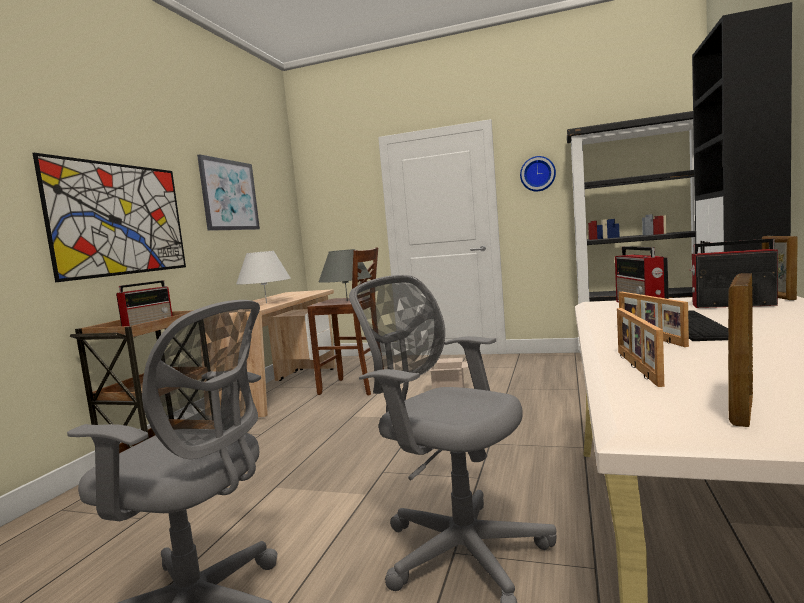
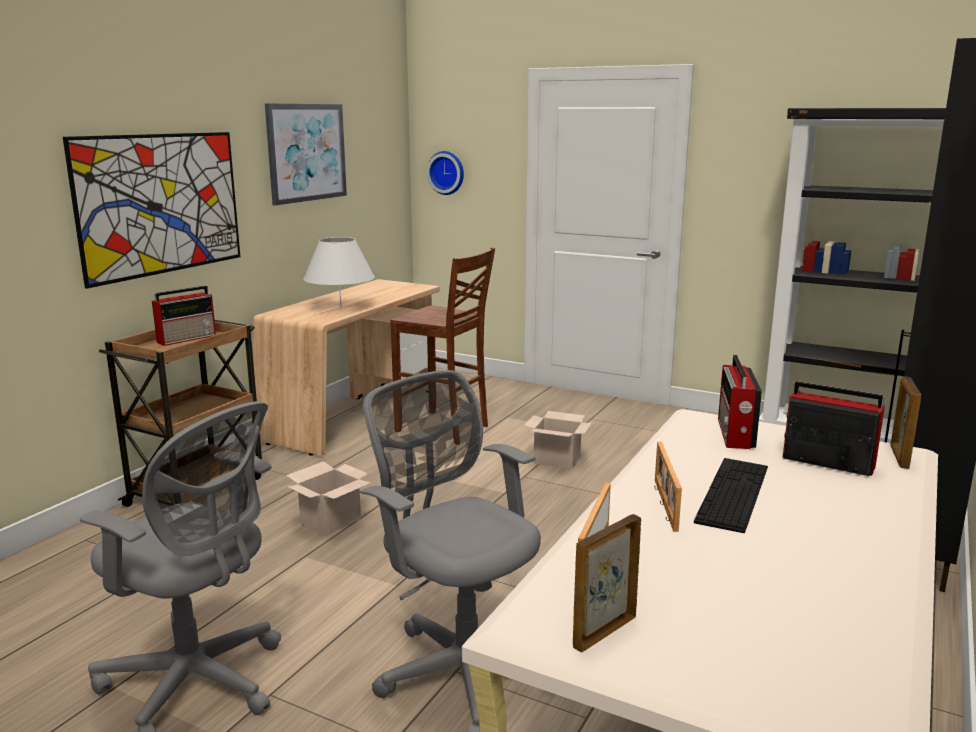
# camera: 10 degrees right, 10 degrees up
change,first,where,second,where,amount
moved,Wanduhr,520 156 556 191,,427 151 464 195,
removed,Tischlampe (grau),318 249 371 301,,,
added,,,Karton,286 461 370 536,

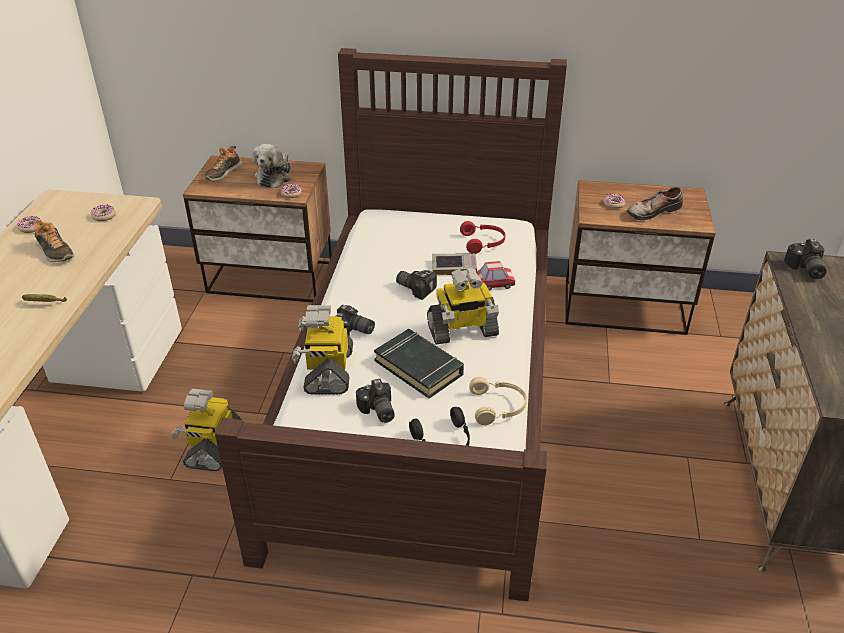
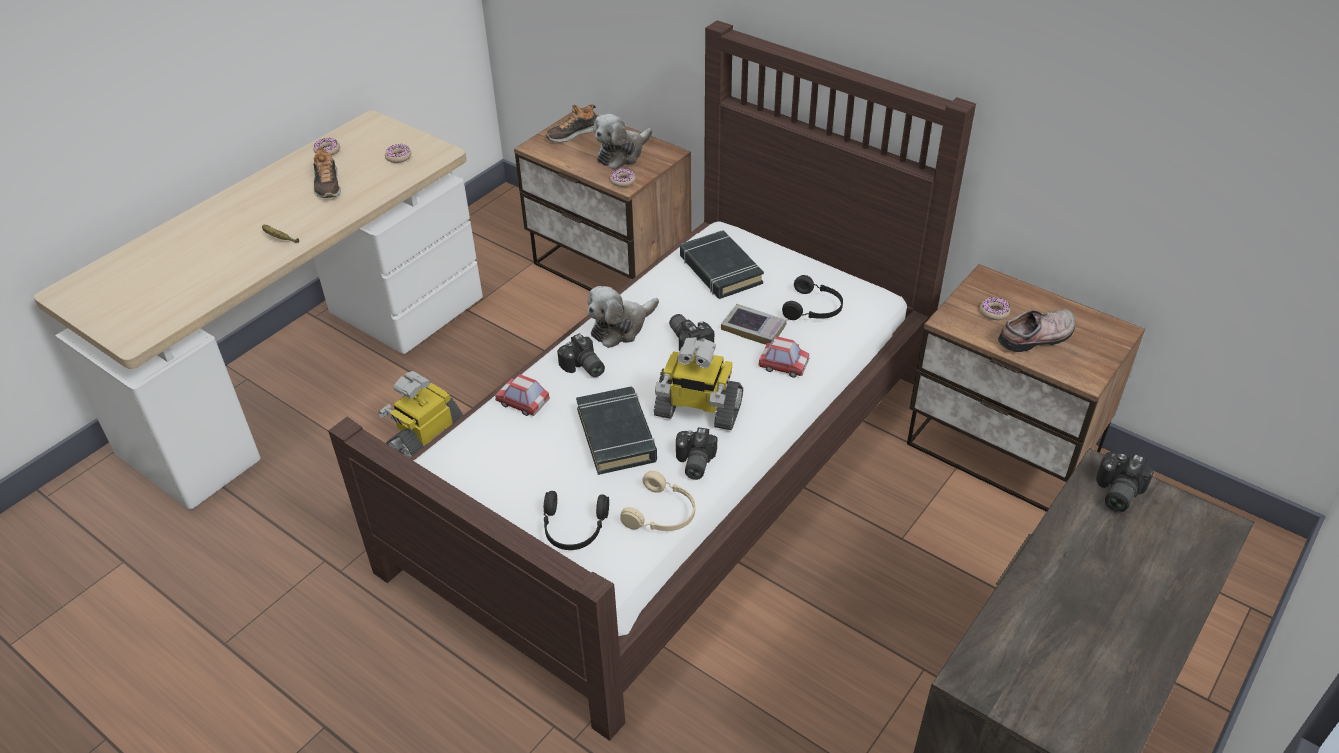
# camera: 30 degrees right, 5 degrees up
change,first,where,second,where,amount
turned,Schuh,627 187 683 220,,998 309 1075 352,150 degrees clockwise
recoloured,Kopfhörer (rot),460 221 505 254,Kopfhörer (schwarz),782 275 843 320,
replaced,Spielzeugroboter,292 305 353 395,Spielzeugauto,495 374 550 416,
moved,Kamera,356 379 395 423,,676 428 717 480,
added,,,Buch (schwarz),680 230 764 299,
added,,,Plüschtier,587 286 659 348,

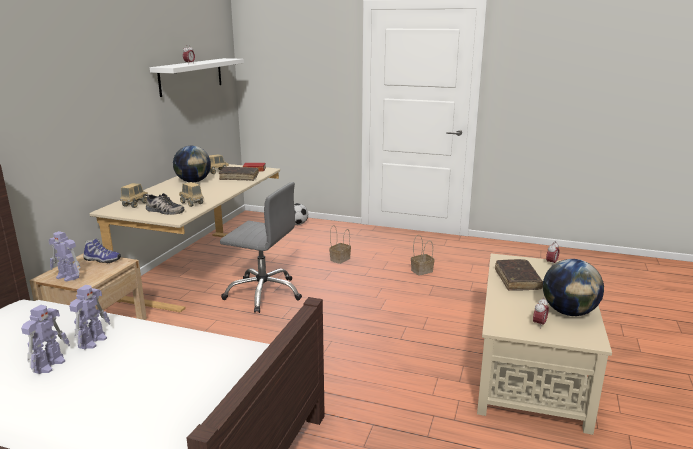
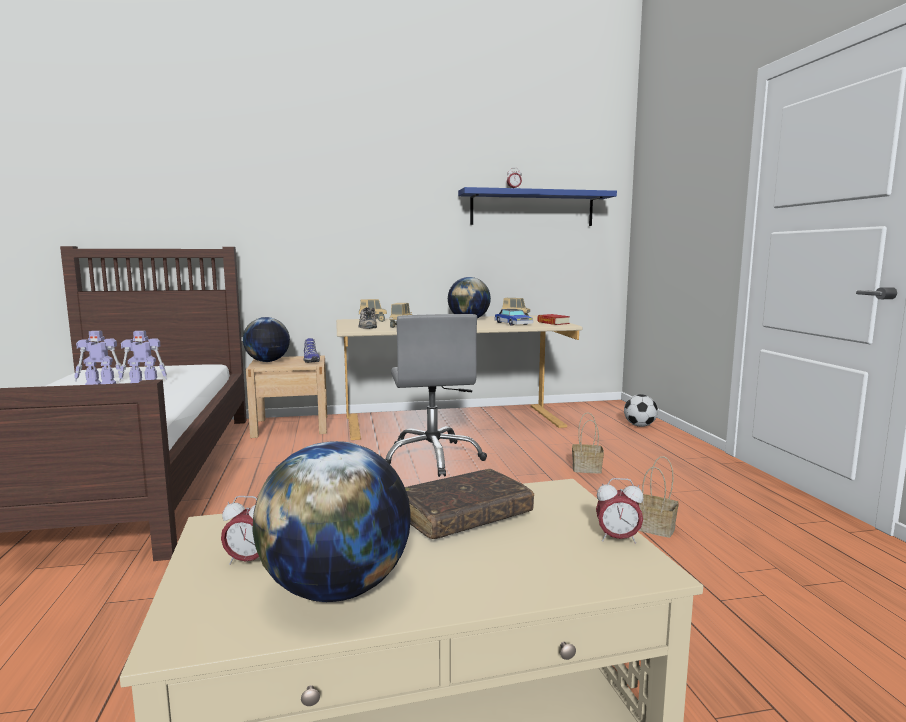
# camera: 60 degrees right, 10 degrees down
change,first,where,second,where,amount
recoloured,Wandregal (weiß),150 58 244 97,Wandregal (blau),458 187 617 226,
replaced,Buch (braun),219 166 259 181,Spielzeugauto,494 309 533 326,
replaced,Spielzeugroboter,48 231 81 282,Globus,243 317 290 362,

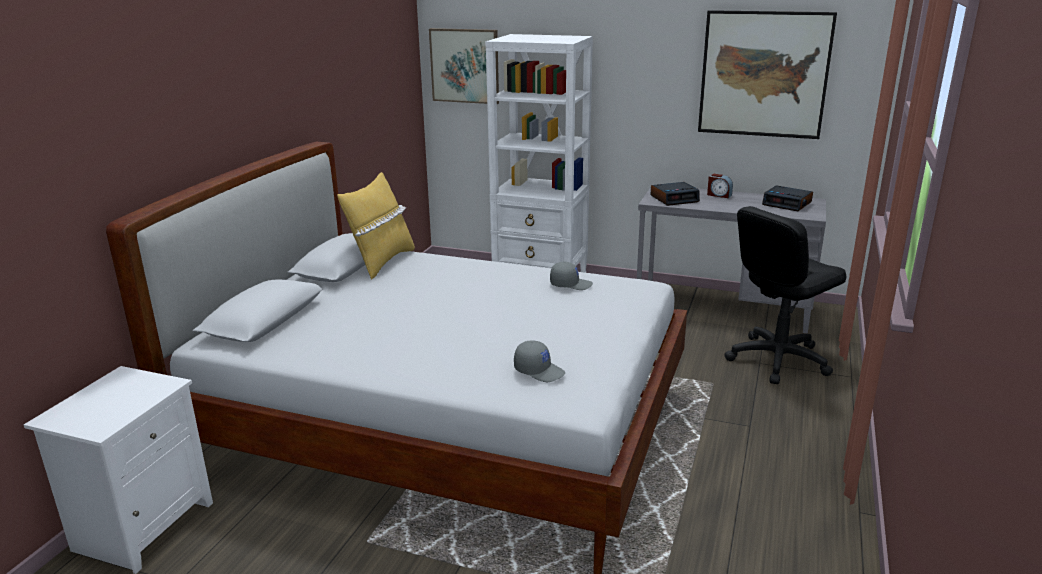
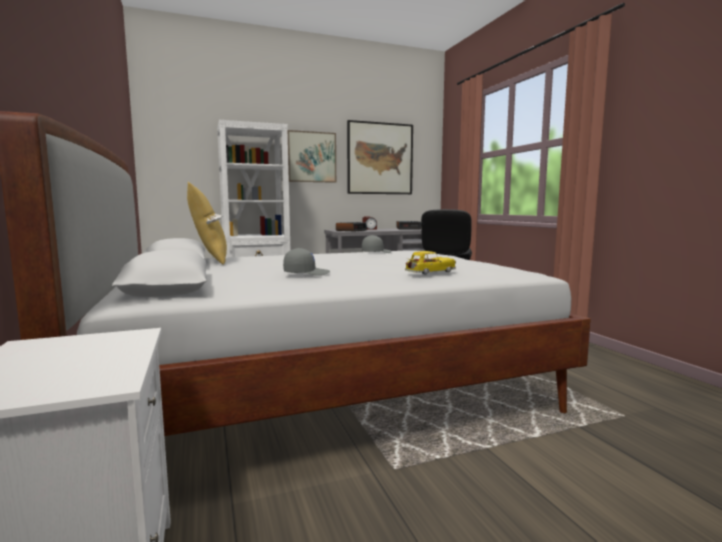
# camera: 40 degrees left, 15 degrees down
change,first,where,second,where,amount
moved,Bild,429 28 499 104,,288 130 336 183,
moved,Kappe (grau),514 340 565 382,,283 248 330 276,
added,,,Spielzeugauto,405 251 456 275,

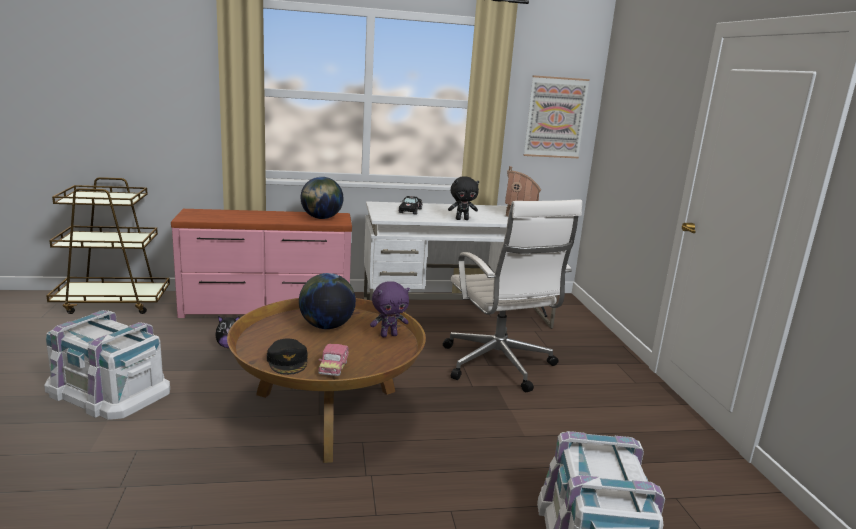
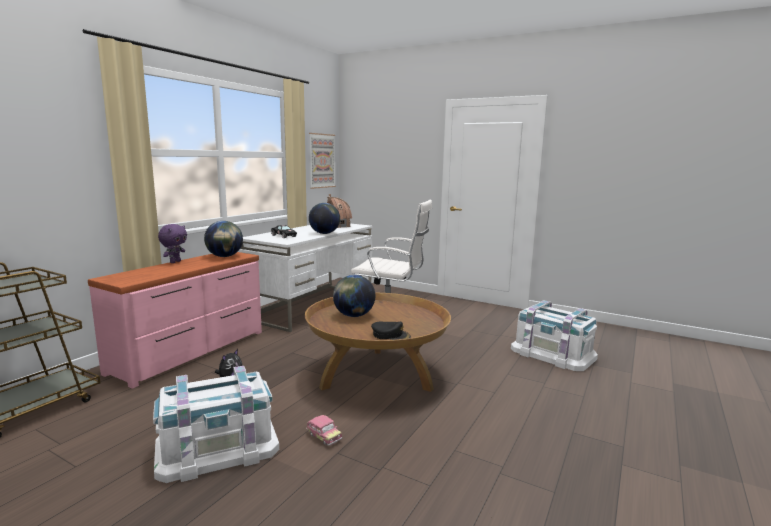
# camera: 50 degrees left, 5 degrees down
change,first,where,second,where,amount
replaced,Plüschtier (schwarz),448 176 479 220,Globus,309 203 340 234,
moved,Plüschtier (lila),370 281 410 337,,158 224 187 263,
moved,Spielzeugauto,318 344 349 376,,306 415 342 446,

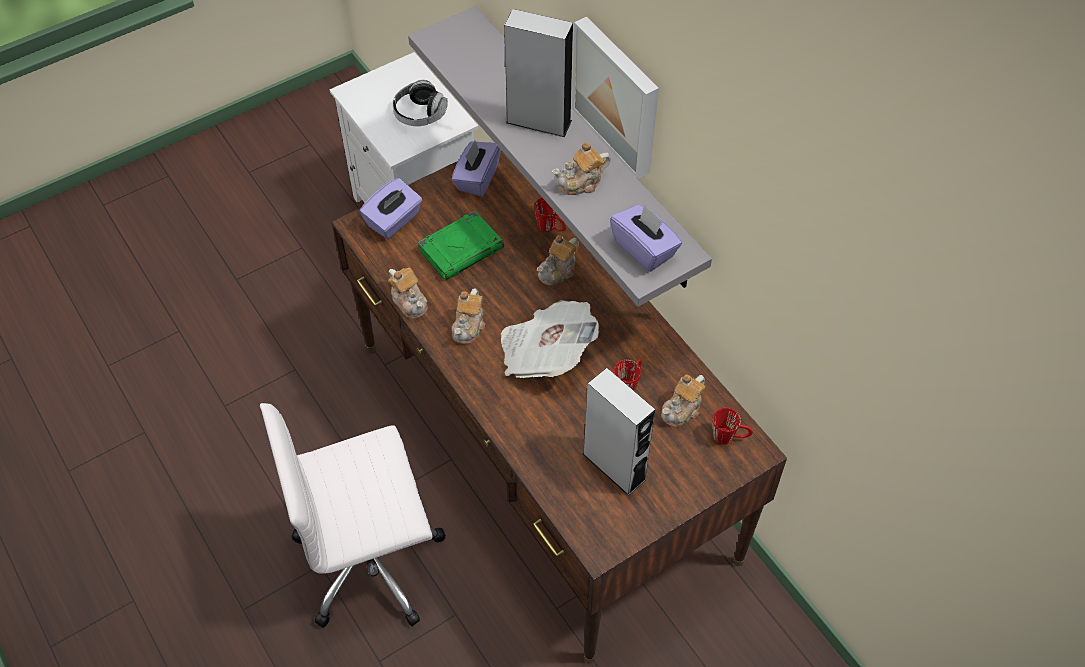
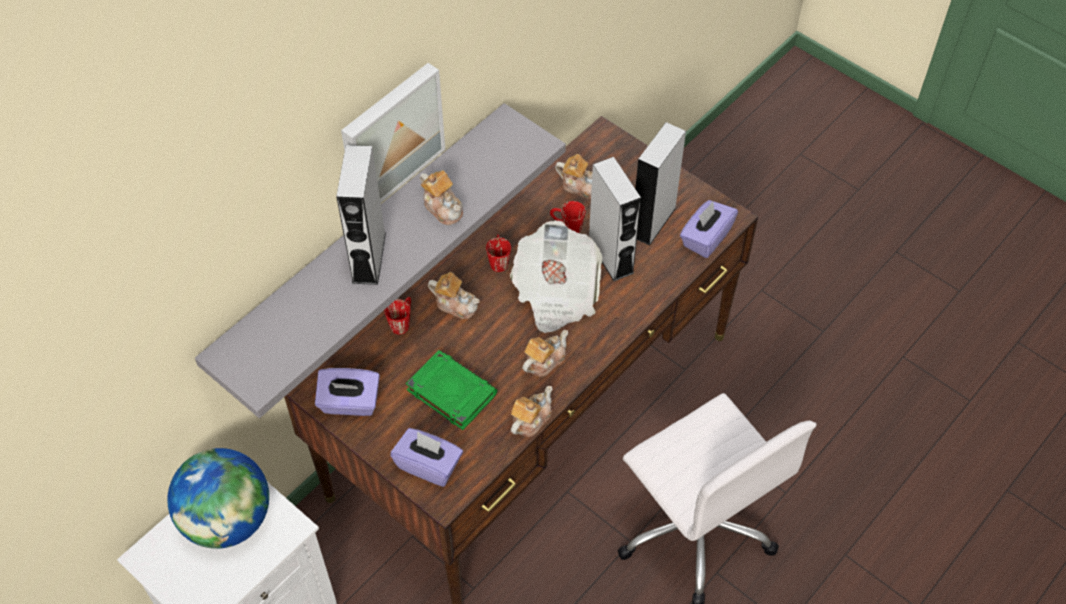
# camera: 105 degrees left, 0 degrees up
change,first,where,second,where,amount
replaced,Kopfhörer,392 80 448 126,Globus,167 448 269 549,
moved,Taschentuchbox (lila),610 204 682 272,,680 200 738 258,
turned,Teekanne,451 288 486 344,,522 330 568 377,45 degrees counterclockwise
moved,Henkelbecher (rot),713 408 753 445,,486 234 511 272,
added,,,Lautsprecher (grau),589 157 641 281,

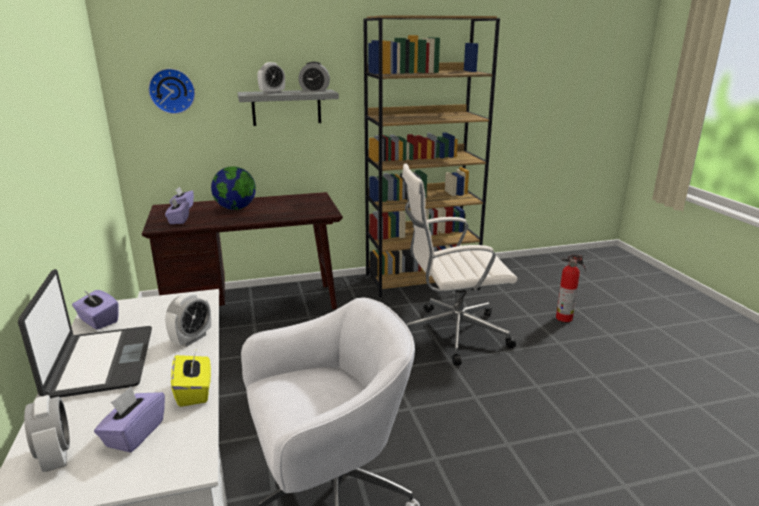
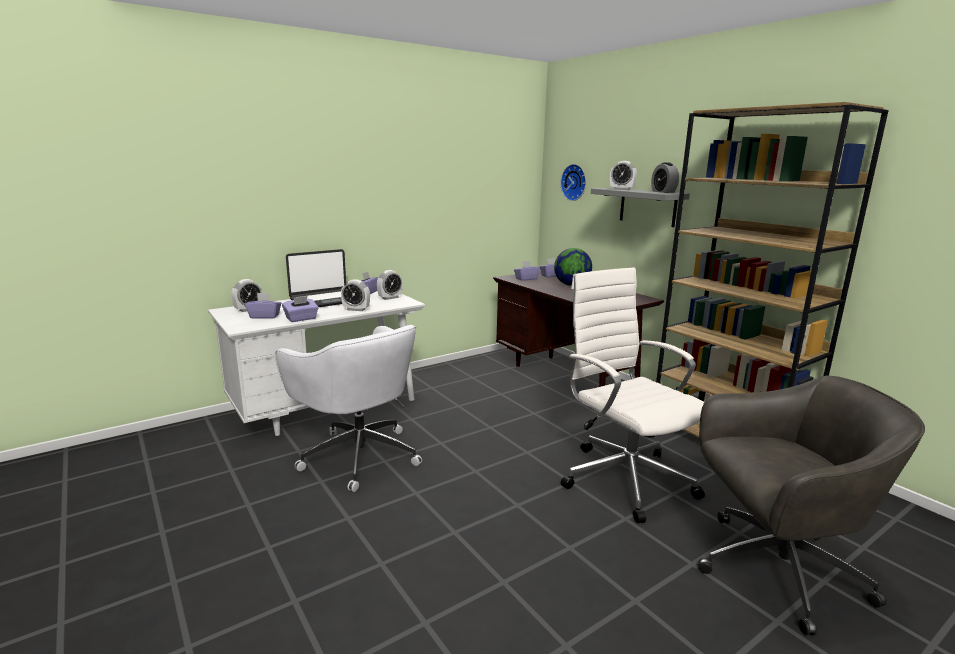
# camera: 70 degrees right, 5 degrees down
change,first,where,second,where,amount
replaced,Feuerlöscher,556 254 586 322,Bürostuhl (grau),698 376 925 635,
recoloured,Taschentuchbox (gelb),171 351 211 407,Taschentuchbox (lila),282 296 319 322,
added,,,Wecker,377 270 403 300,

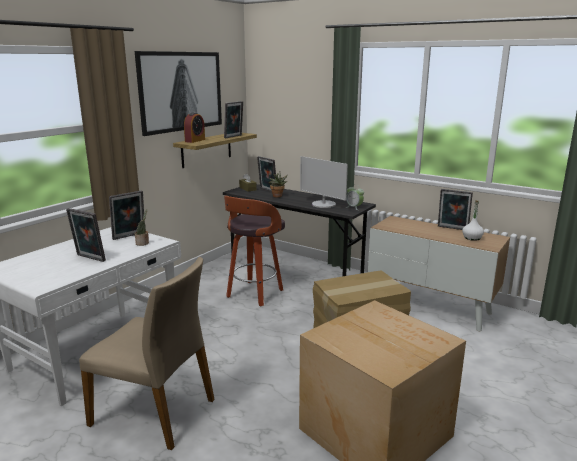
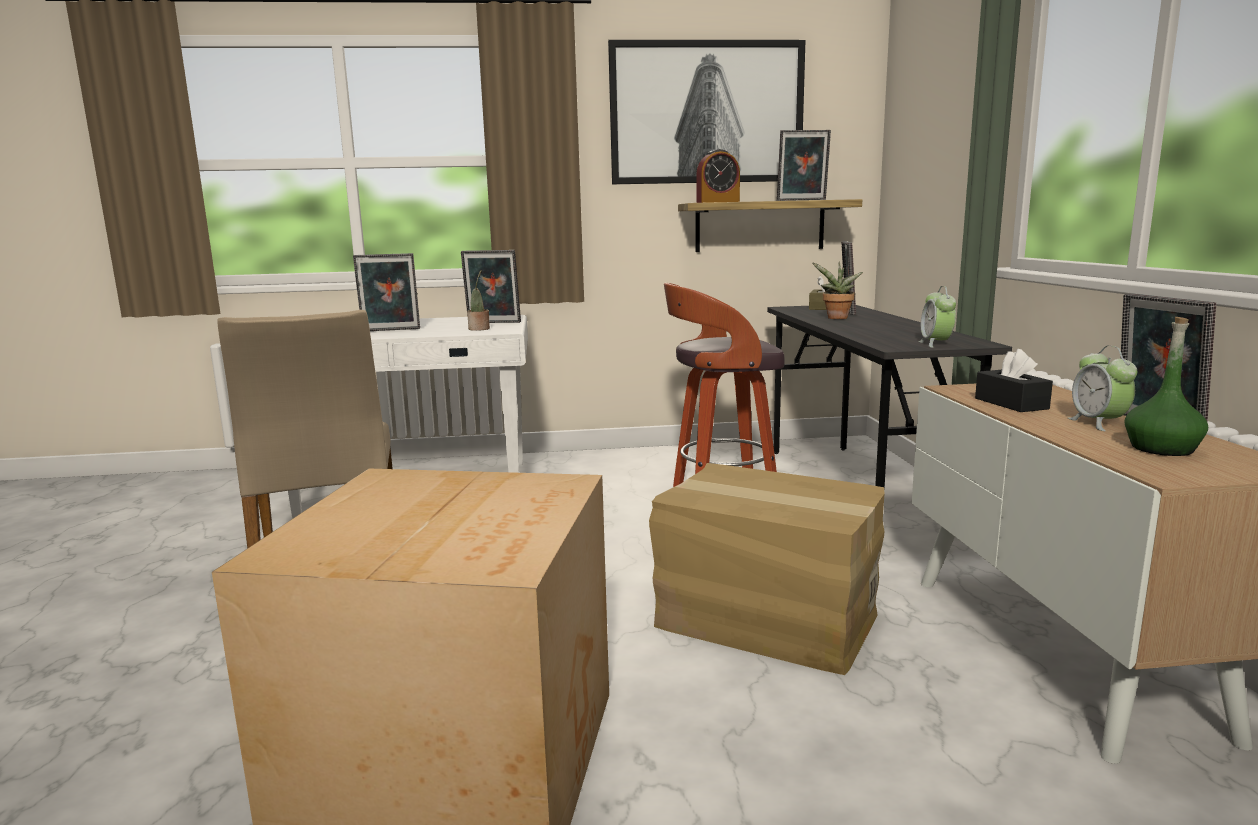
# camera: 50 degrees right, 5 degrees down
change,first,where,second,where,amount
removed,Monitor,300 156 348 208,,,
recoloured,Flasche (weiß),462 200 484 241,Flasche (grün),1125 317 1208 456,
turned,Bilderrahmen,66 208 106 262,,353 253 420 331,90 degrees counterclockwise
added,,,Wecker,1068 346 1137 431,
added,,,Taschentuchbox (schwarz),975 349 1053 412,

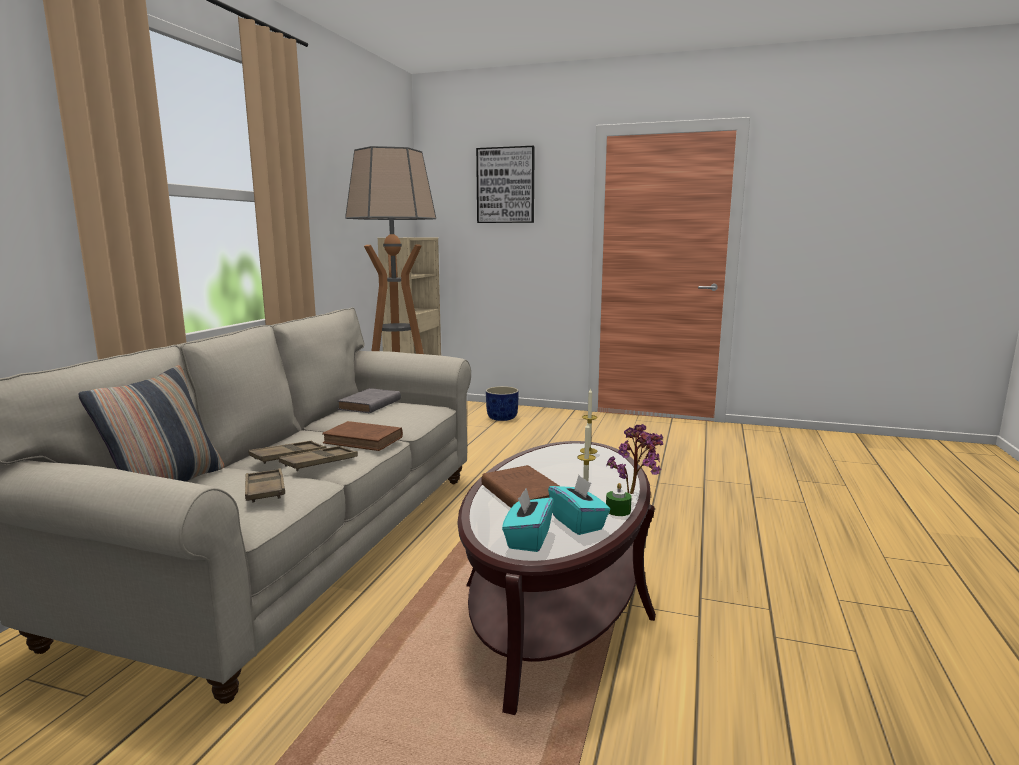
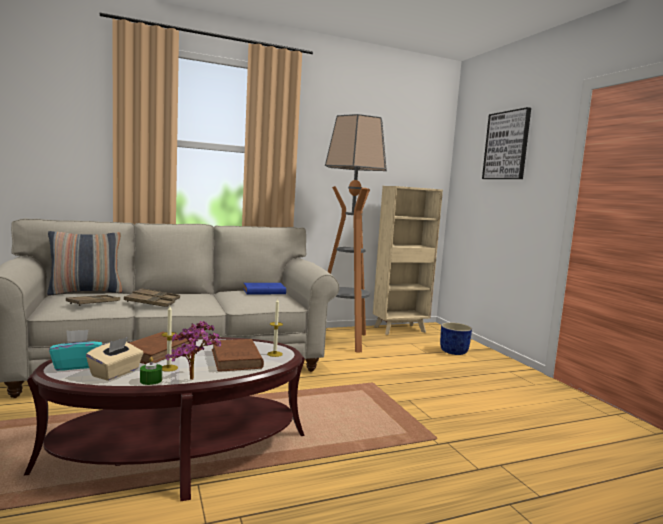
# camera: 50 degrees right, 5 degrees down
change,first,where,second,where,amount
recoloured,Buch (grau),337 388 401 413,Buch (blau),243 283 286 295,
moved,Buch (braun),322 421 403 451,,212 339 264 371,
recoloured,Taschentuchbox (türkis),548 475 610 535,Taschentuchbox (beige),86 337 144 381,

